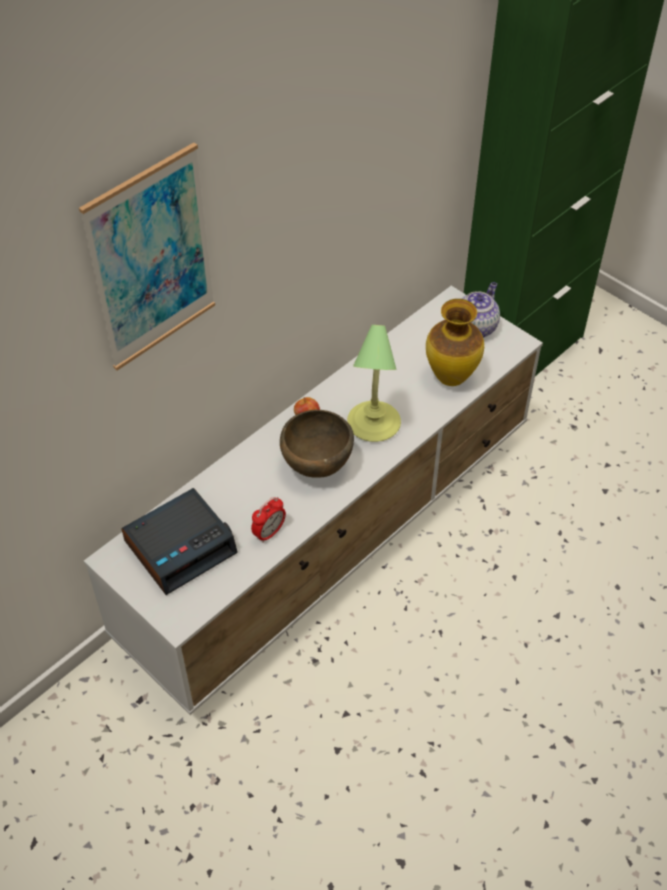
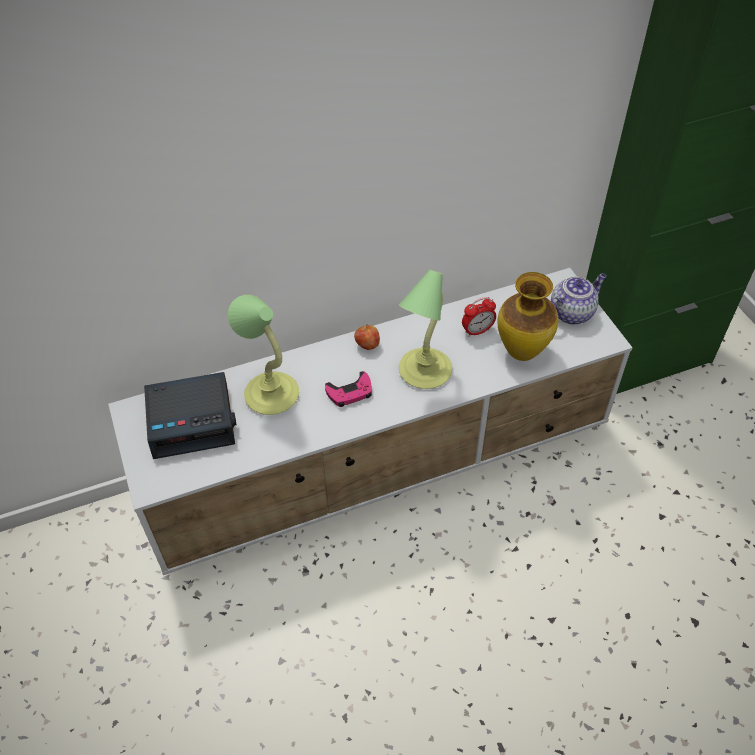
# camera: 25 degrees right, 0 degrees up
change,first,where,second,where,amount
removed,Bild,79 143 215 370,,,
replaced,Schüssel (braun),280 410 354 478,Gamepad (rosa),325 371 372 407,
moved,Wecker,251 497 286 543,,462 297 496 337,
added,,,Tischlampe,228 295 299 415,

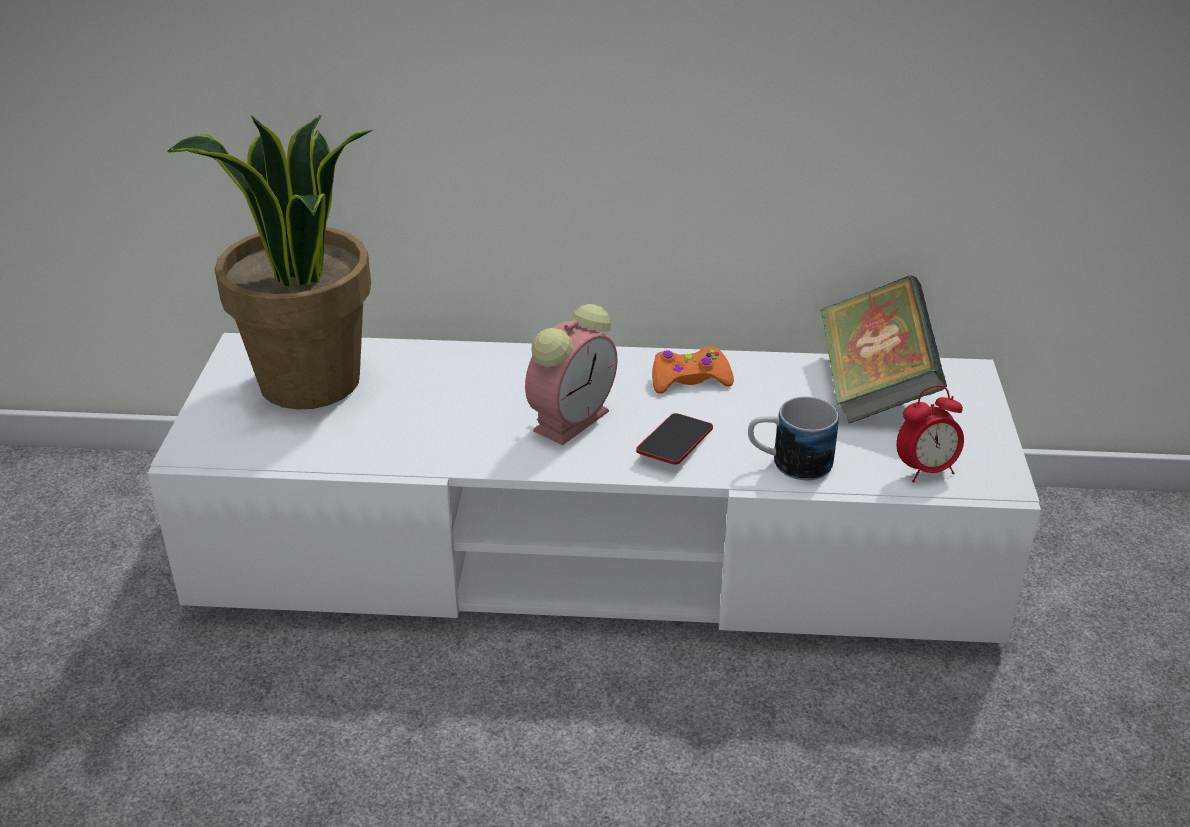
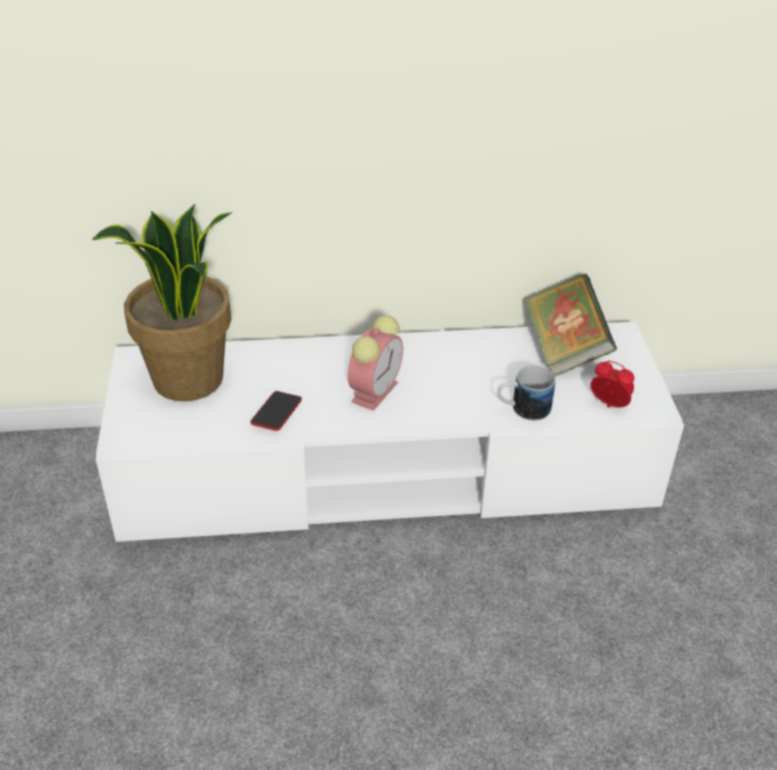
# camera: 10 degrees left, 5 degrees up
change,first,where,second,where,amount
removed,Gamepad (orange),652 347 734 394,,,
turned,Wecker,896 385 964 483,,590 361 634 408,120 degrees counterclockwise
moved,Handy,636 413 713 465,,250 391 302 431,

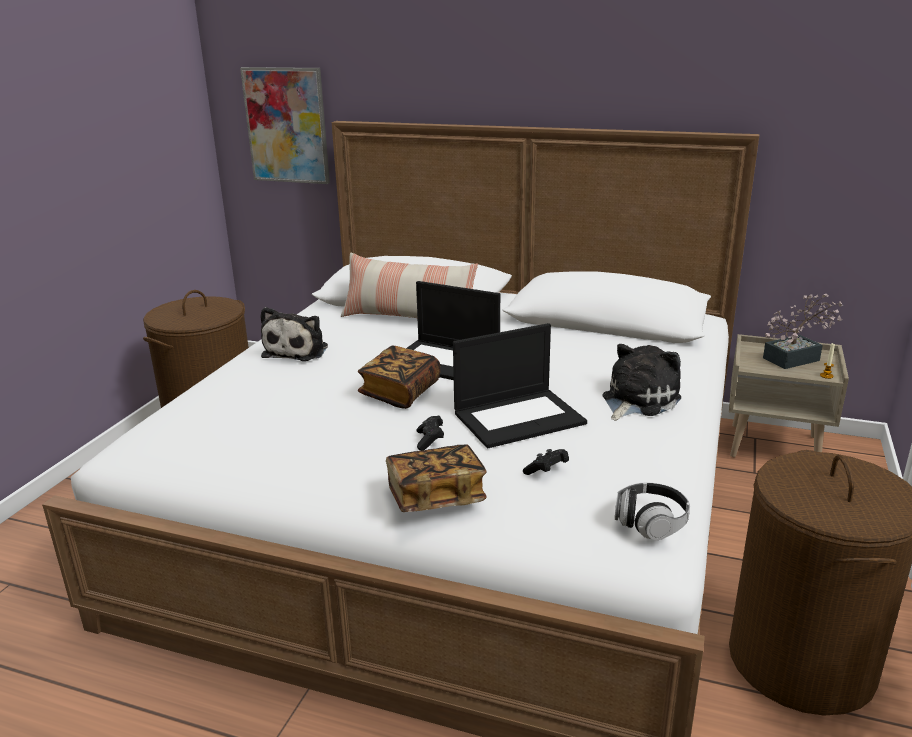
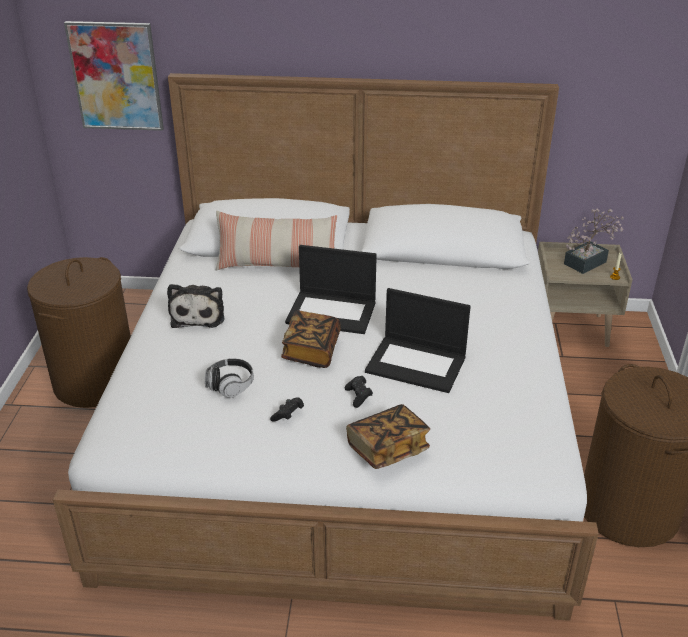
# camera: 15 degrees left, 10 degrees up
change,first,where,second,where,amount
turned,Laptop,453 323 587 448,,365 288 471 393,60 degrees clockwise
removed,Plüschtier,603 344 681 421,,,
moved,Gamepad (schwarz),523 449 569 475,,270 397 304 422,
moved,Kopfhörer,615 483 690 540,,205 358 254 398,

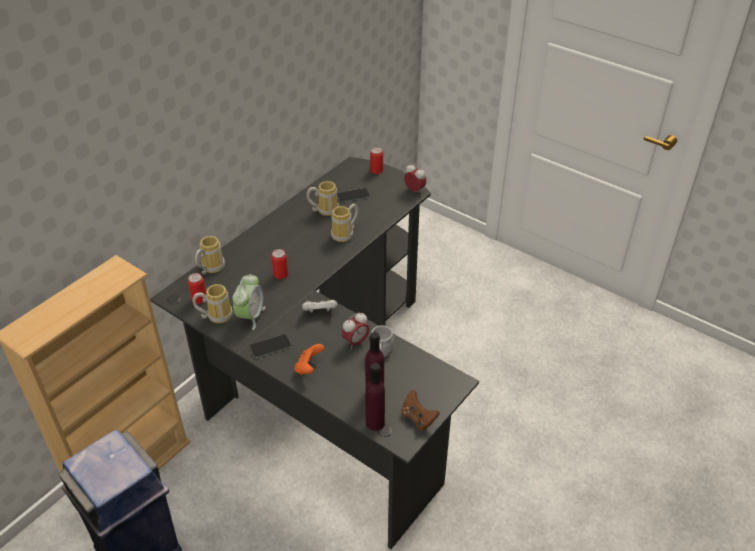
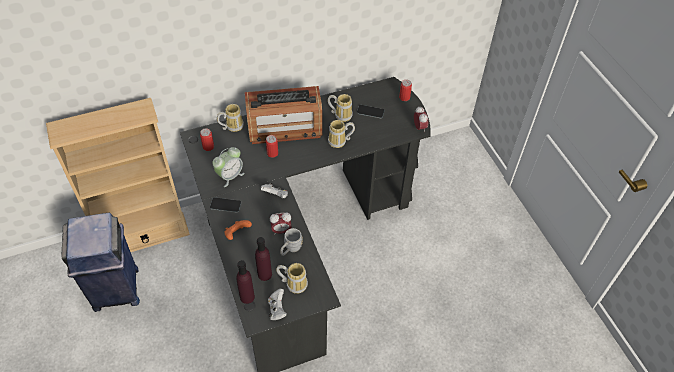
# camera: 30 degrees right, 10 degrees up
change,first,where,second,where,amount
moved,Henkelbecher,193 284 233 323,,276 263 308 294,
recoloured,Gamepad (braun),401 390 439 431,Gamepad (weiß),268 288 287 321,
added,,,Radio,245 86 322 144,

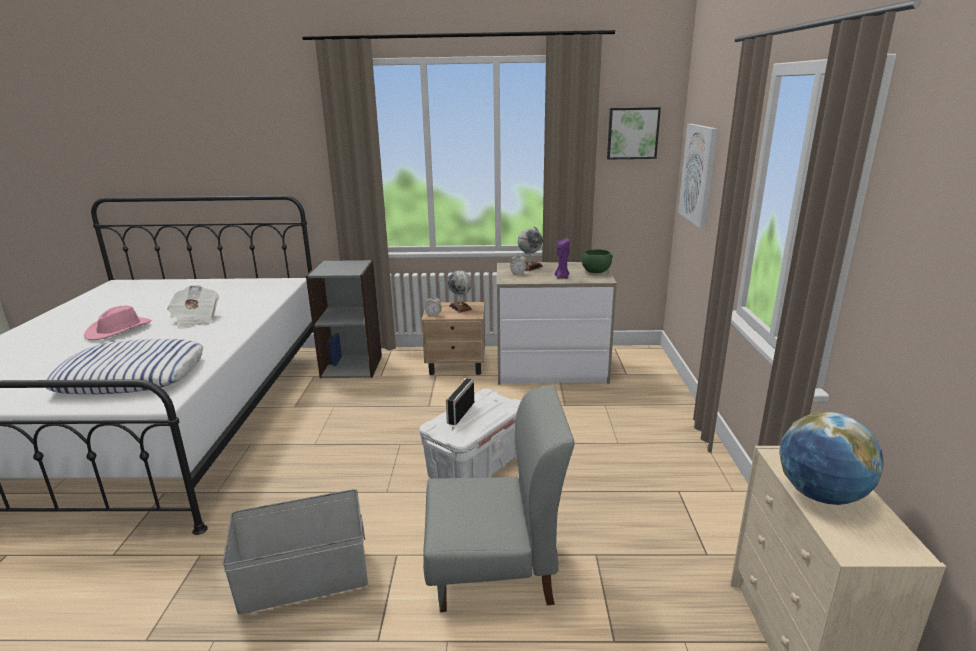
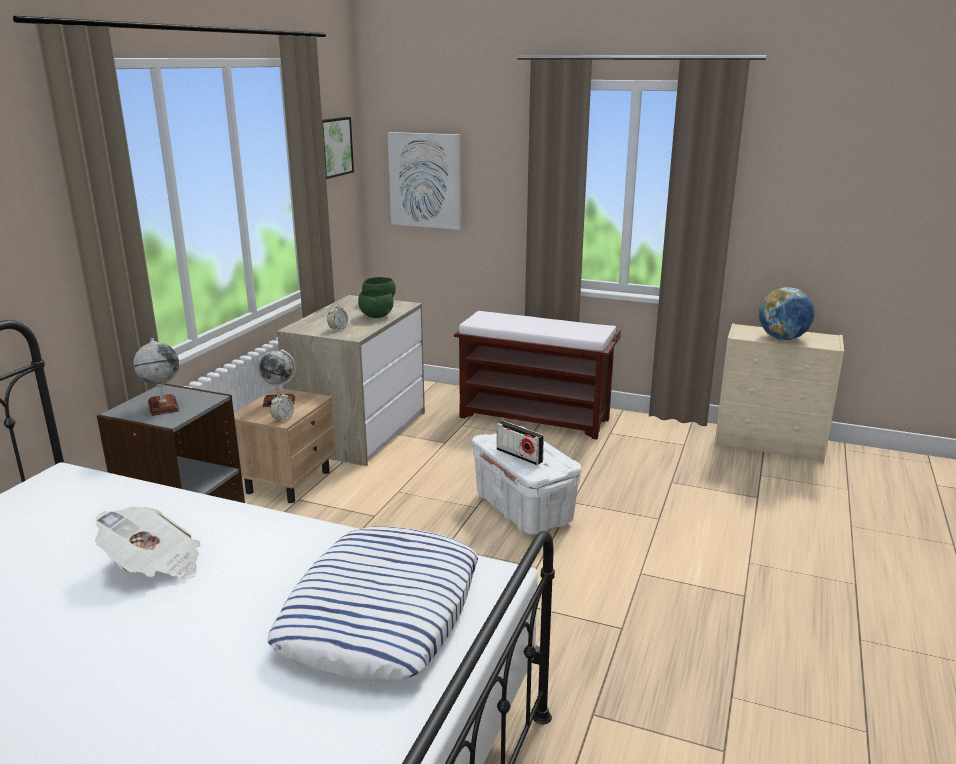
# camera: 70 degrees left, 0 degrees up
change,first,where,second,where,amount
moved,Globus,518 226 543 271,,134 338 180 416,
replaced,Kerze (lila),555 238 570 279,Schüssel (grün),358 289 393 318,
removed,Hut (rosa),84 306 151 340,,,
removed,Stuhl (grau),423 386 575 612,,,
removed,Aufbewahrungsbox (grau),222 489 368 614,,,
added,,,Bank (braun),454 311 621 440,

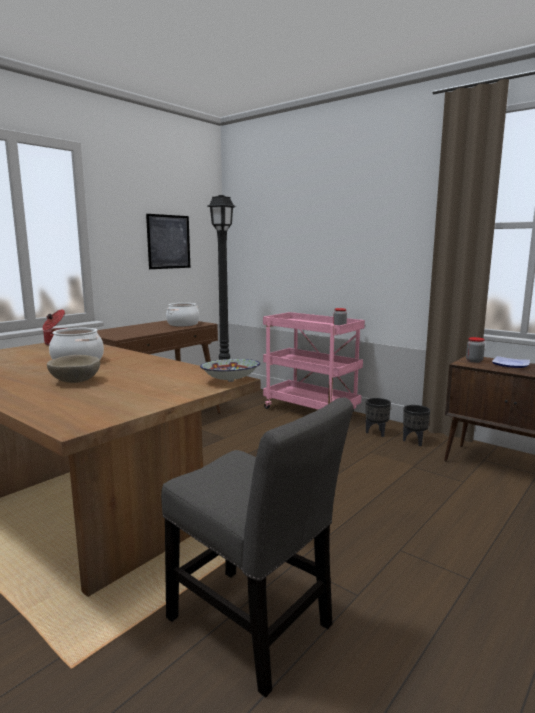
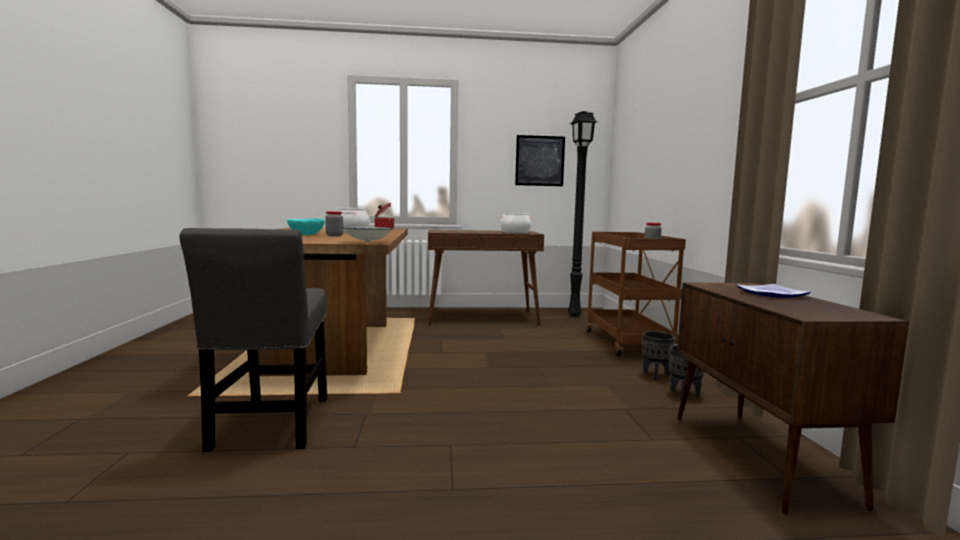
# camera: 45 degrees right, 5 degrees down
change,first,where,second,where,amount
recoloured,Rollwagen (rosa),263 312 365 412,Rollwagen (braun),586 232 686 356,
moved,Vorratsglas,466 337 485 363,,325 211 343 236,
recoloured,Schüssel (beige),47 355 100 383,Schüssel (türkis),287 218 324 235,

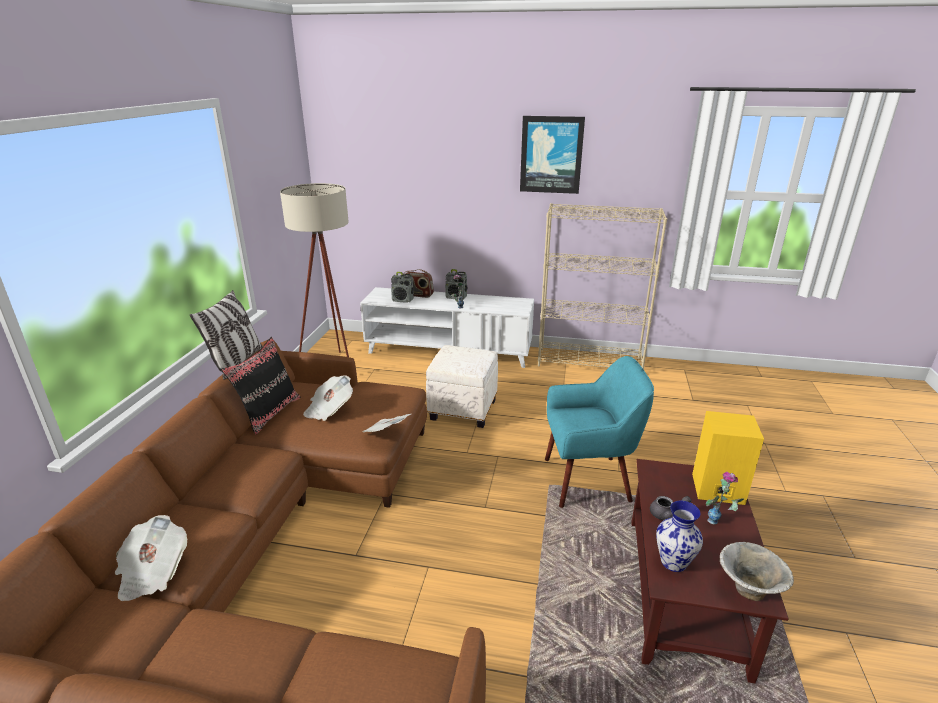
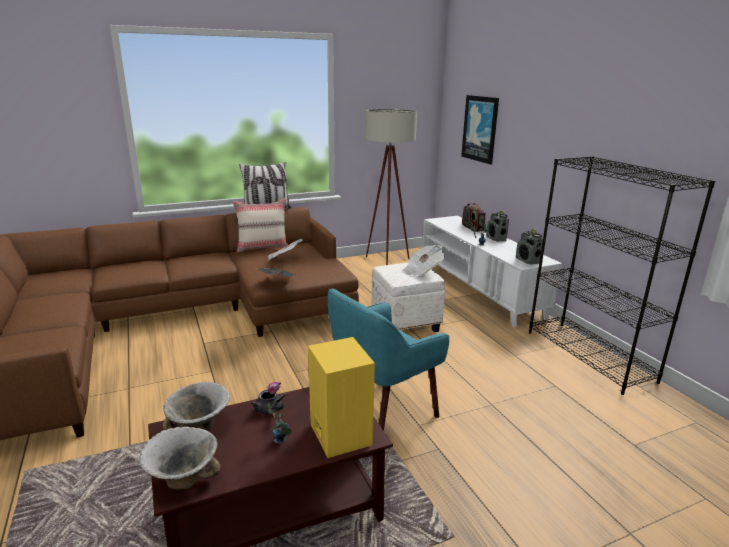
# camera: 55 degrees right, 5 degrees down
change,first,where,second,where,amount
moved,Bild,520 116 585 194,,461 95 499 165,
recoloured,Bücherregal (beige),538 203 667 370,Bücherregal (schwarz),529 156 715 395,
moved,Radio,391 272 414 303,,516 229 543 265,
recoloured,Kissen (schwarz),221 337 301 435,Kissen (beige),233 198 288 253,
turned,Sessel (türkis),545 356 654 508,,328 289 449 431,90 degrees clockwise
replaced,Vase,656 500 703 572,Schüssel,163 382 230 431,
moved,Zeitung,115 515 187 601,,402 245 445 276,

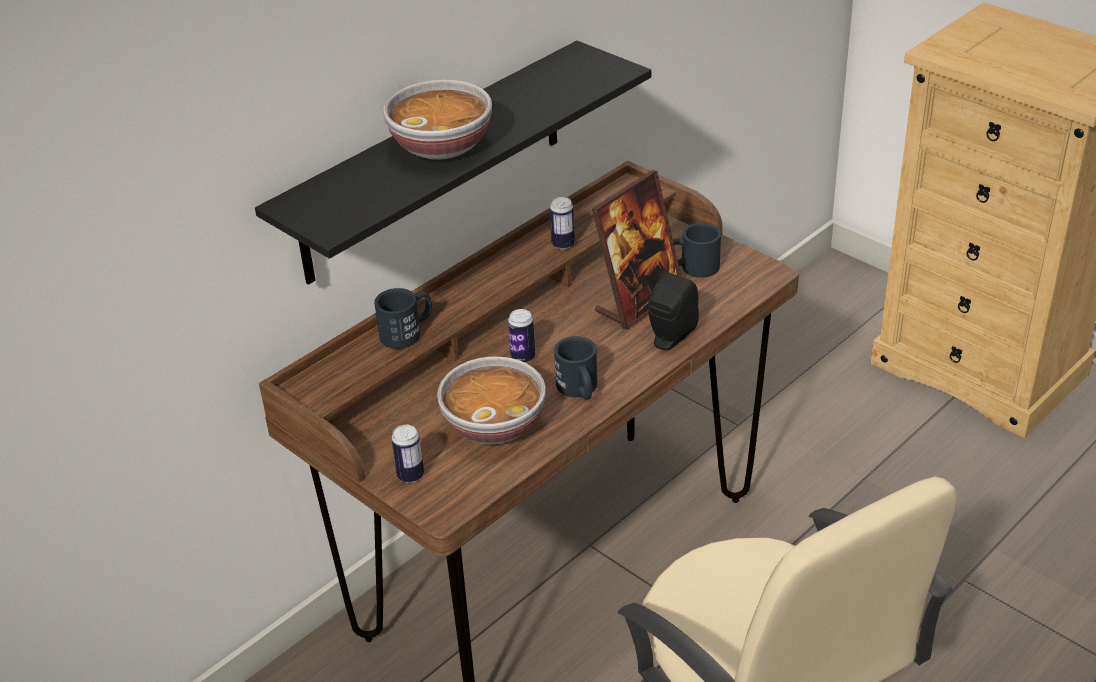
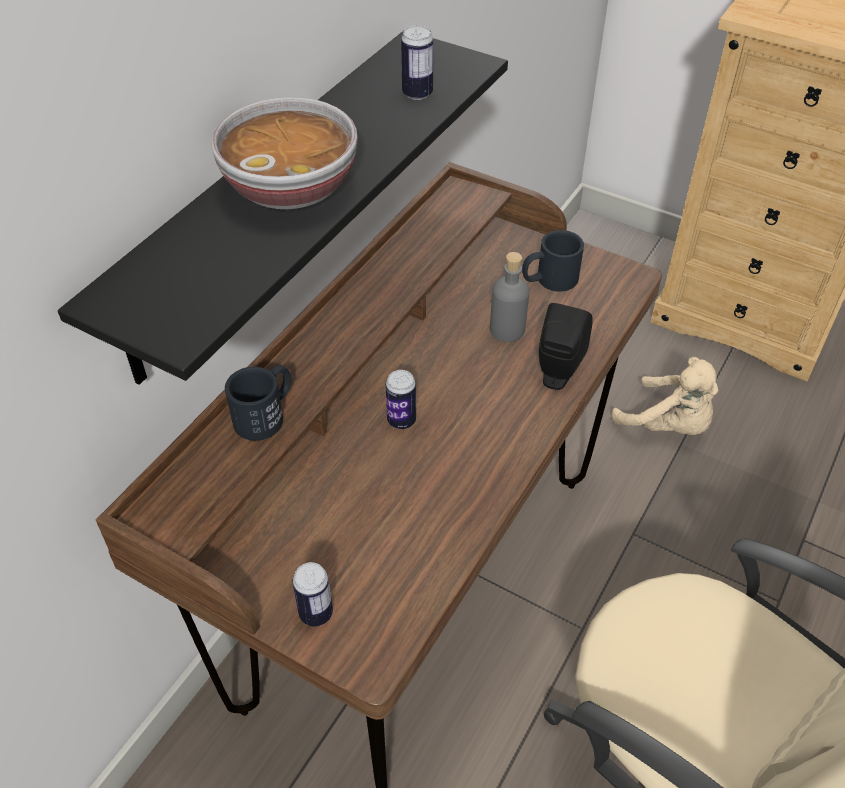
# camera: 15 degrees left, 10 degrees up
change,first,where,second,where,amount
replaced,Bilderrahmen,592 170 681 330,Flasche (grau),490 252 529 342,
moved,Dose,550 197 575 249,,401 25 433 100,
removed,Henkelbecher (schwarz),554 336 597 400,,,
removed,Schüssel,437 356 546 444,,,
added,,,Plüschtier (beige),611 357 718 435,

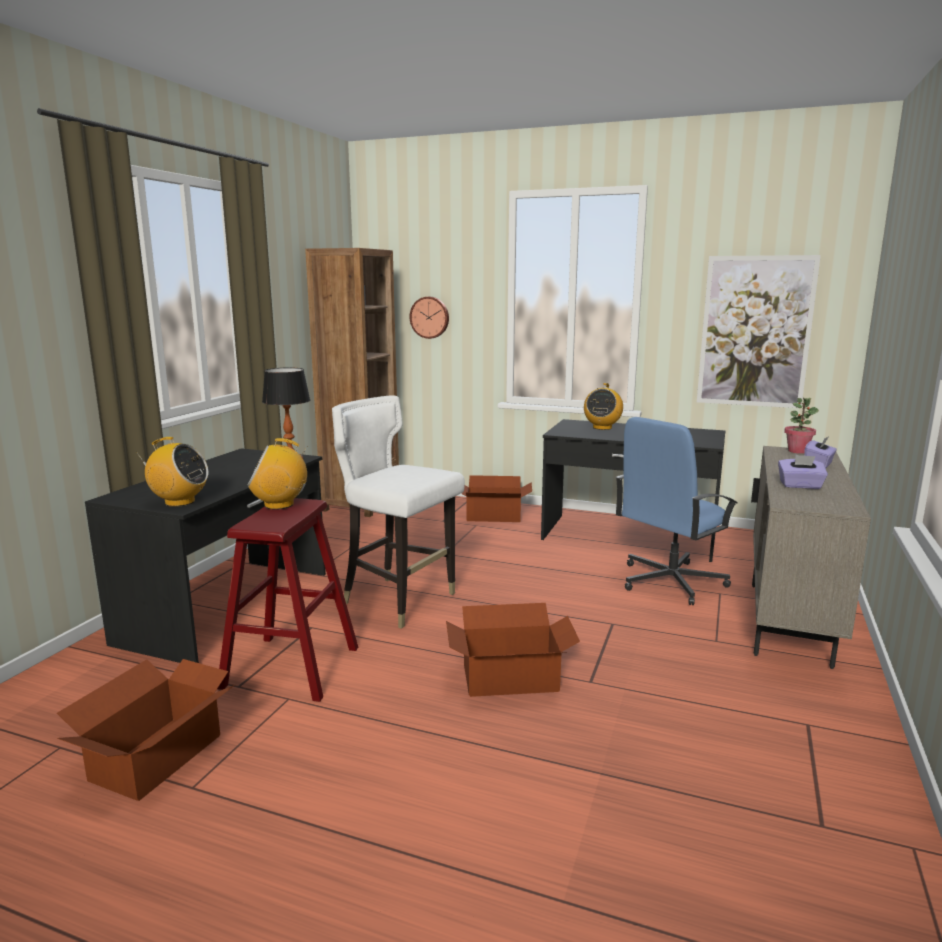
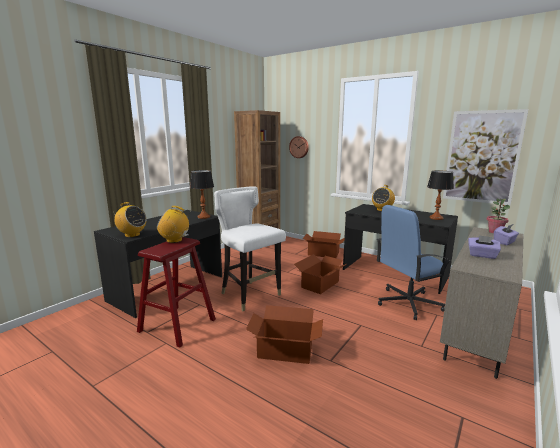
# camera: 15 degrees right, 0 degrees up
change,first,where,second,where,amount
moved,Karton,57 659 235 801,,294 254 347 294,
added,,,Tischlampe,427 170 454 220,

